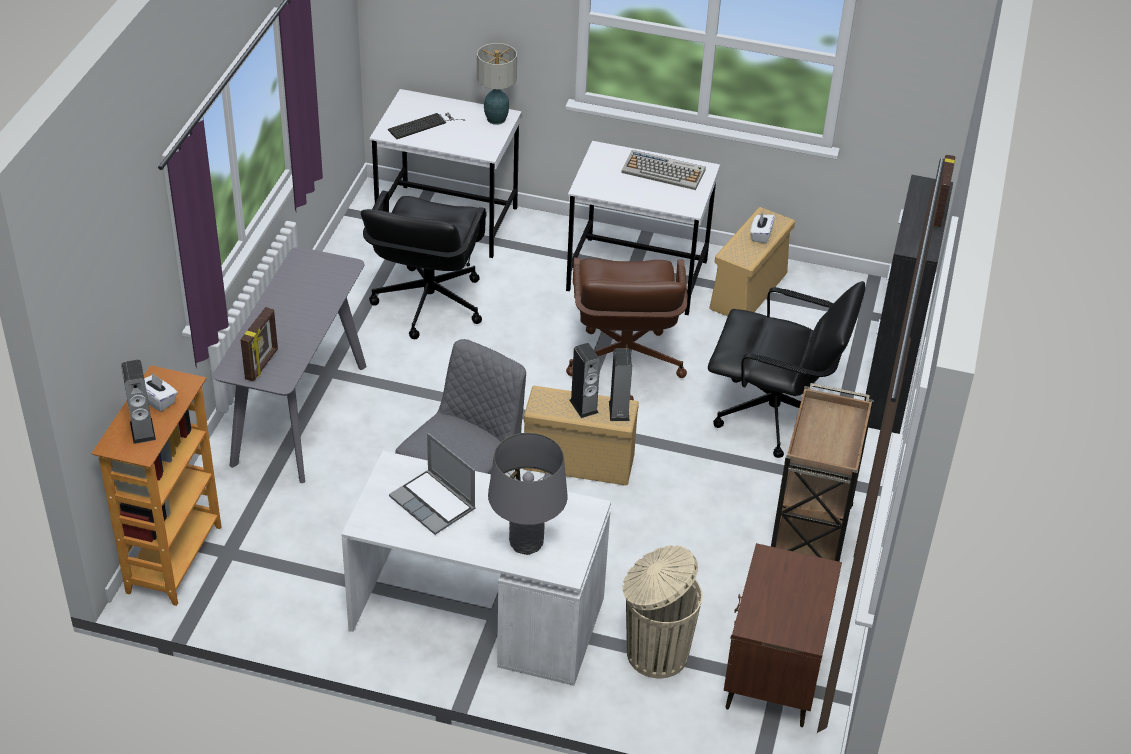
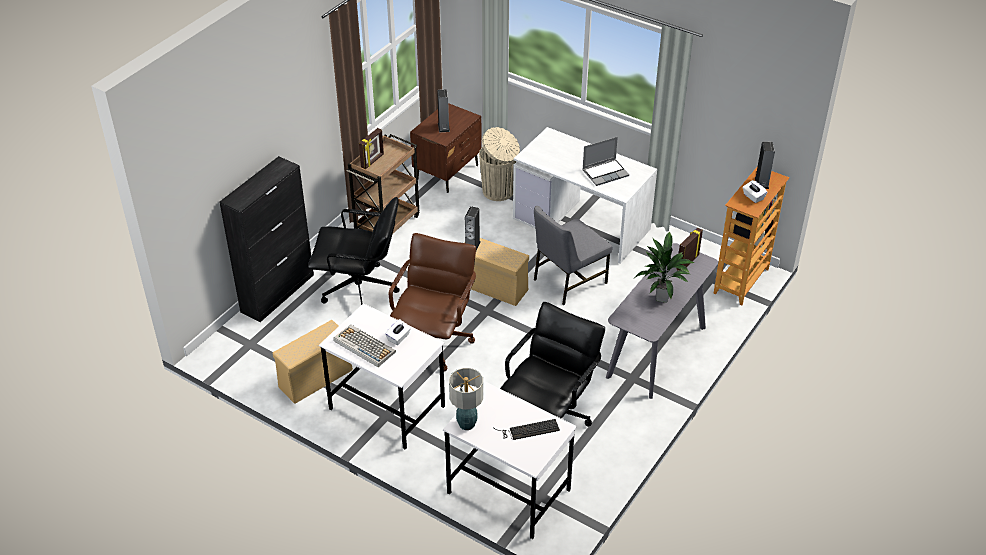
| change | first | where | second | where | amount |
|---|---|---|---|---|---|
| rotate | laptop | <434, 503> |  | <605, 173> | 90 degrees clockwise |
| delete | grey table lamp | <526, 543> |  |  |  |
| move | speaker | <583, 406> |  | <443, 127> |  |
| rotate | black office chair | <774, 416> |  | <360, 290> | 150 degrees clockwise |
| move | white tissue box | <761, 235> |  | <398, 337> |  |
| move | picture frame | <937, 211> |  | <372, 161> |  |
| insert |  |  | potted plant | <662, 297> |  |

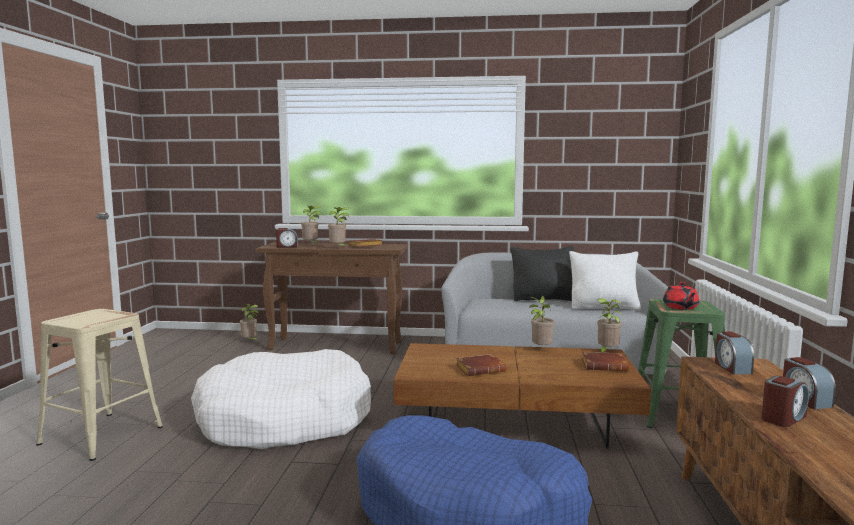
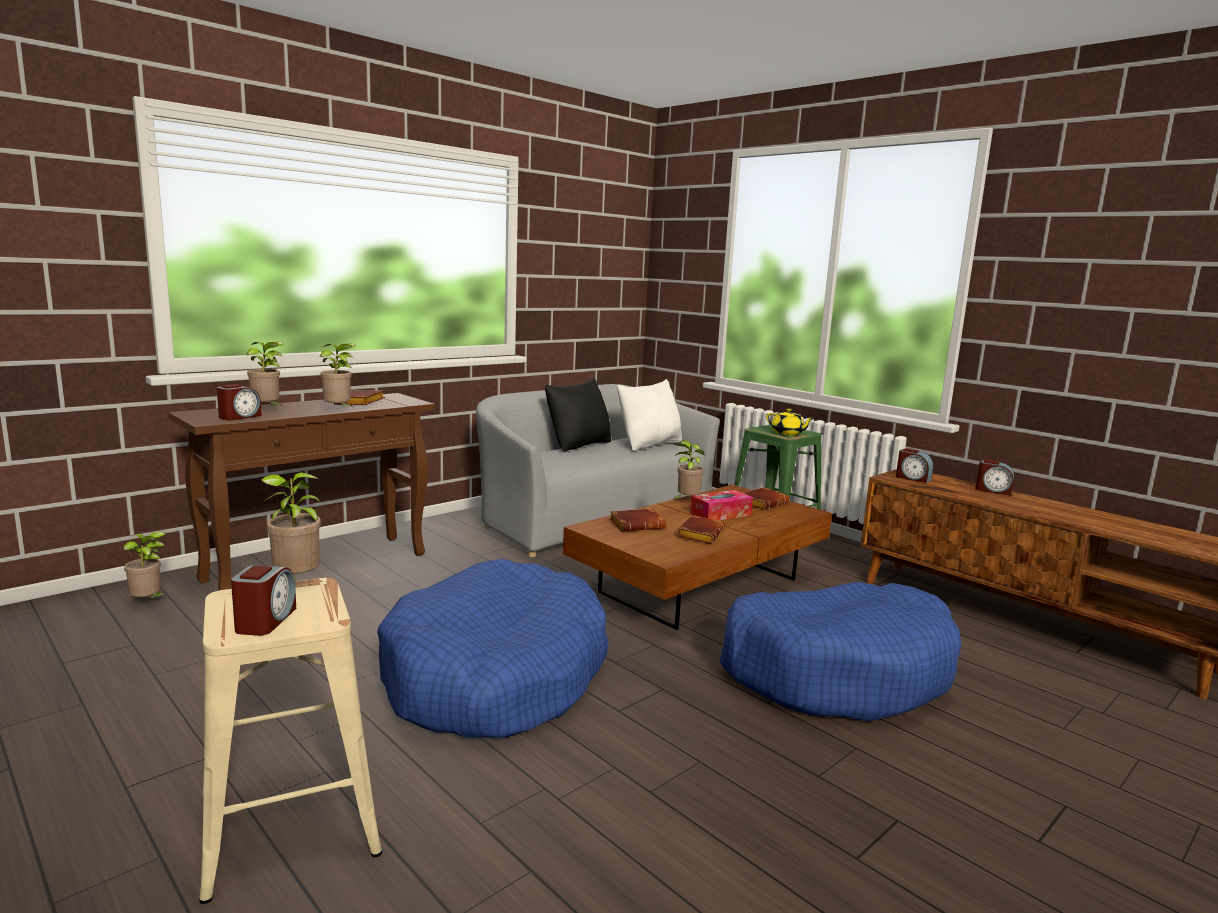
| change | first | where | second | where | amount |
|---|---|---|---|---|---|
| recolor | white dog bed | <284, 419> | blue dog bed | <495, 676> |  |
| move | potted plant | <606, 352> |  | <295, 584> |  |
| recolor | red teapot | <680, 307> | yellow teapot | <787, 433> |  |
| move | alarm clock | <783, 418> |  | <265, 620> |  |
| insert |  |  | brown book | <638, 525> |  |
| insert |  |  | tissue box | <720, 514> |  |

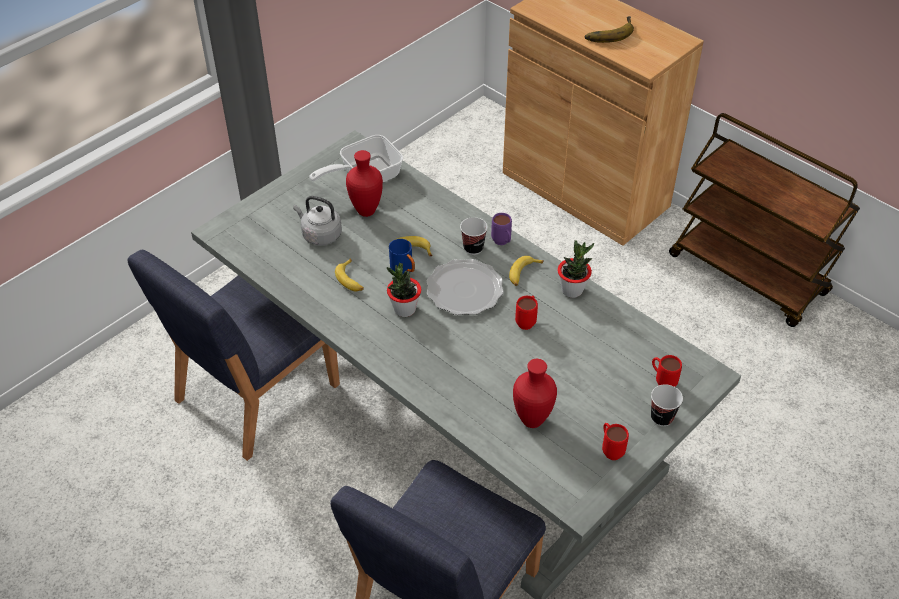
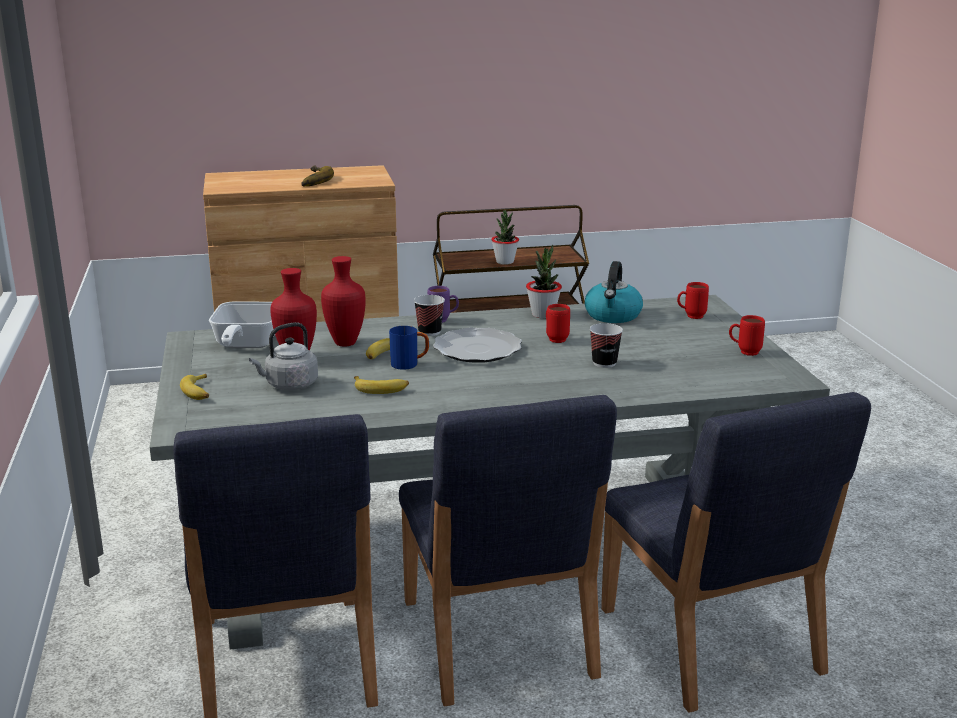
| change | first | where | second | where | amount |
|---|---|---|---|---|---|
| move | potted plant | <404, 309> |  | <505, 262> |  |
| move | banana | <523, 274> |  | <199, 392> |  |
| move | red vase | <533, 420> |  | <345, 342> |  |
| move | cup | <662, 417> |  | <604, 363> |  |
| insert |  |  | blue chair | <497, 640> |  |
| insert |  |  | kettle | <613, 316> |  |

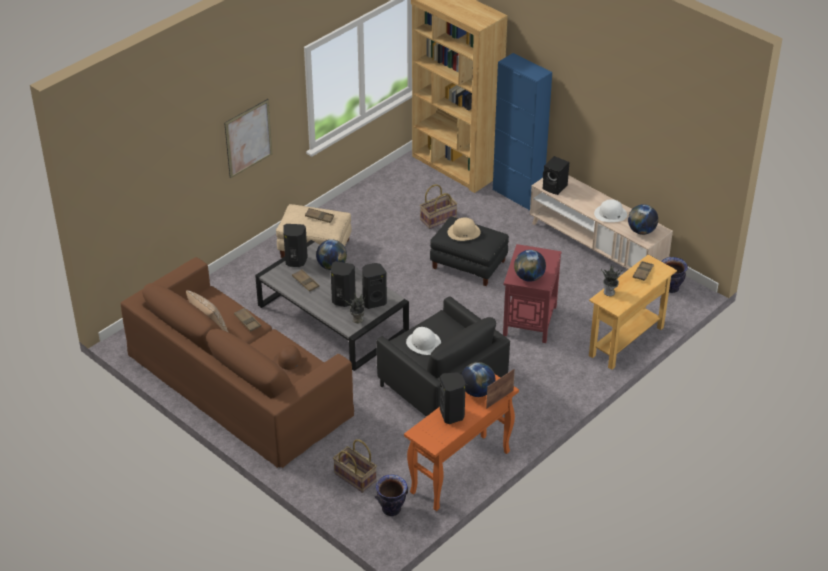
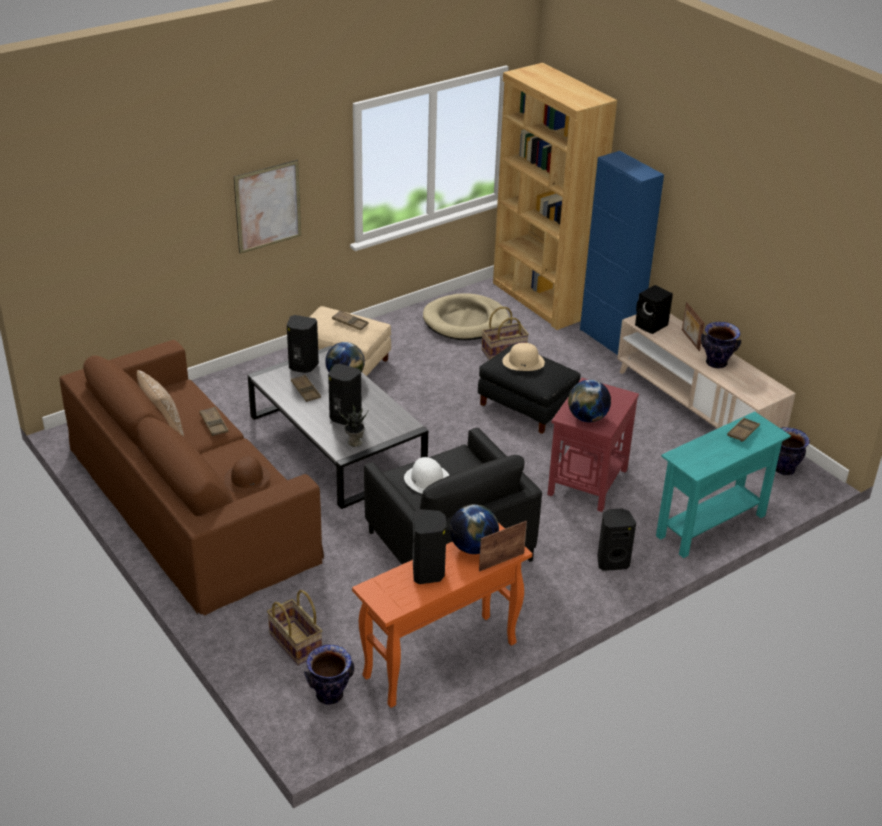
| change | first | where | second | where | amount |
|---|---|---|---|---|---|
| move | black speaker | <374, 301> |  | <612, 562> |  |
| recolor | beige console table | <626, 341> | turquoise console table | <711, 525> |  |
| replace | white hat | <610, 214> | vase | <716, 363> |  |
| delete | potted plant | <609, 292> |  |  |  |
| delete | globe | <641, 231> |  |  |  |
| insert |  |  | beige dog bed | <465, 321> |  |
| insert |  |  | picture frame | <690, 340> |  |

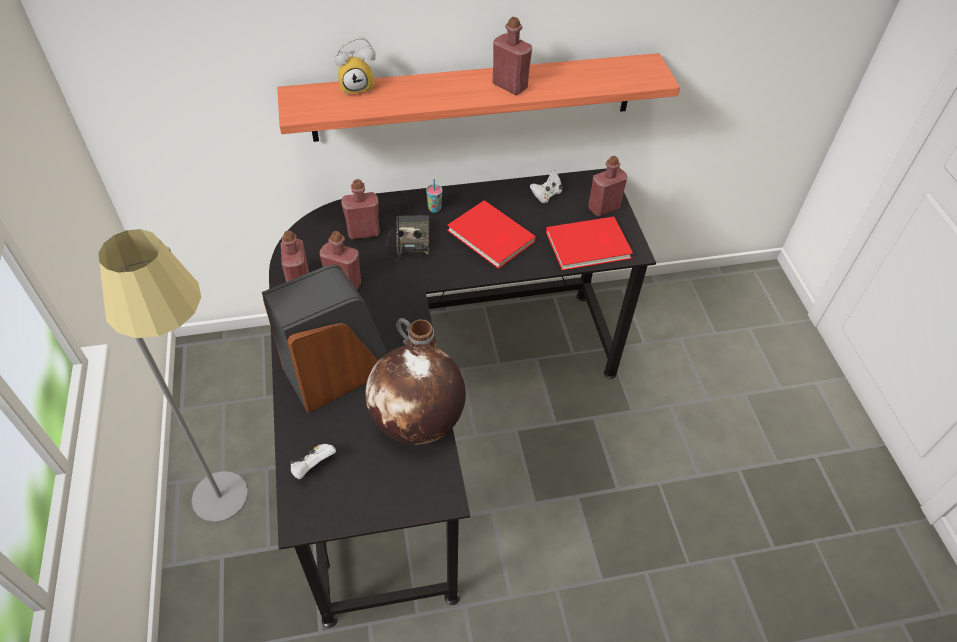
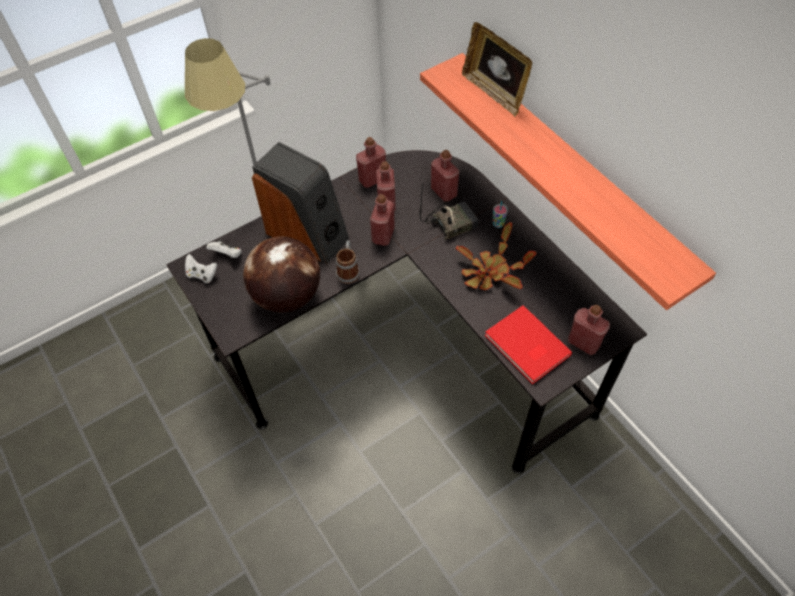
| change | first | where | second | where | amount |
|---|---|---|---|---|---|
| replace | alarm clock | <358, 87> | picture frame | <494, 92> |  |
| replace | red book | <490, 237> | potted plant | <490, 272> |  |
| move | red bottle | <509, 86> |  | <383, 235> |  |
| move | white game controller | <546, 195> |  | <202, 275> |  |

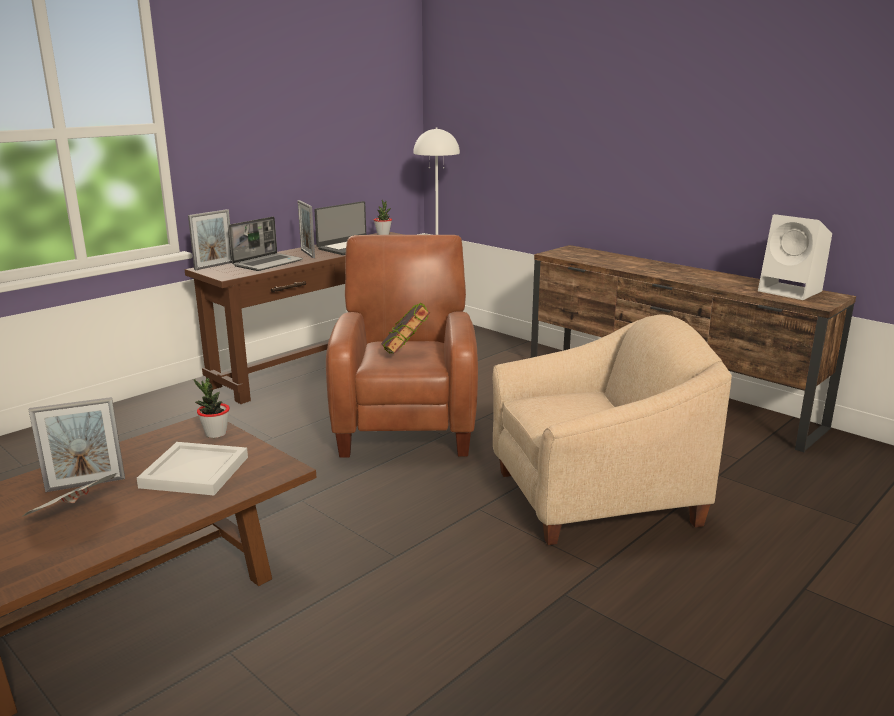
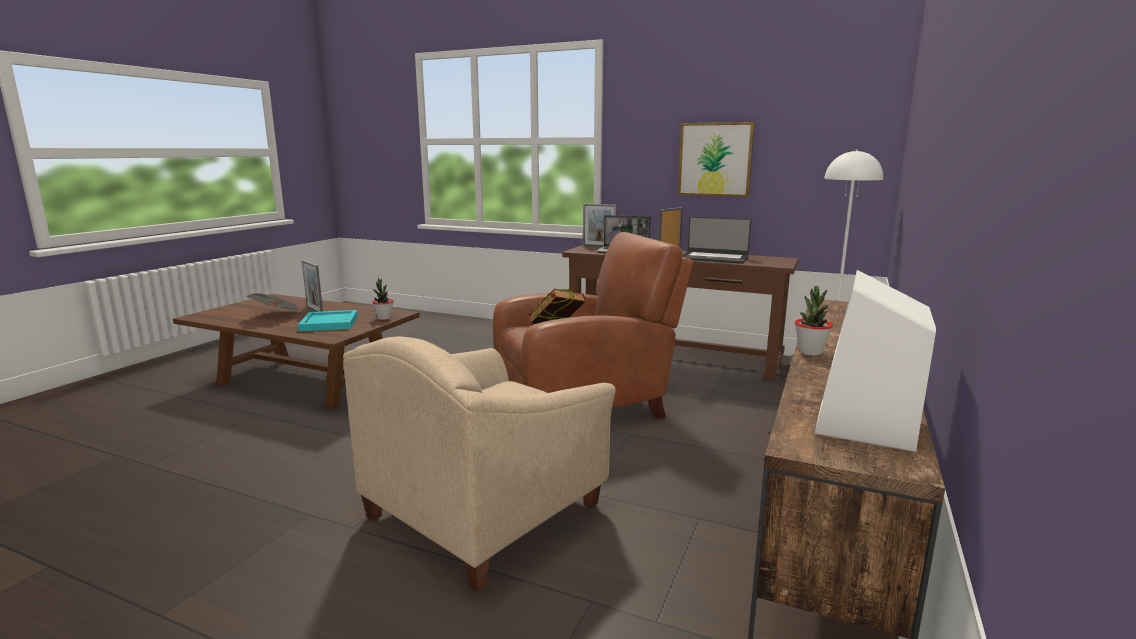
| change | first | where | second | where | amount |
|---|---|---|---|---|---|
| recolor | white tray | <194, 471> | turquoise tray | <330, 323> |  |
| move | potted plant | <383, 235> |  | <810, 352> |  |
| rotate | beige armchair | <594, 497> |  | <486, 512> | 75 degrees clockwise |
| insert |  |  | picture | <715, 159> |  |

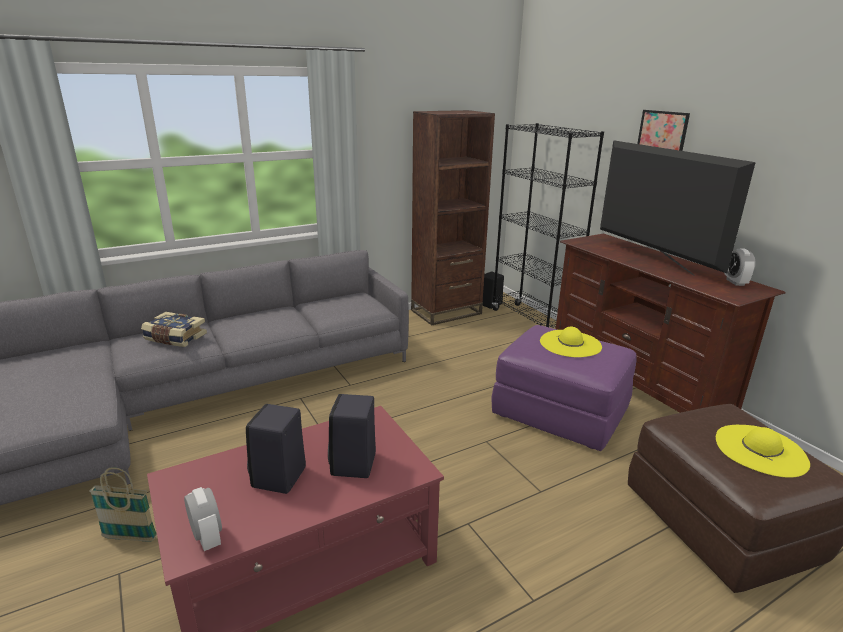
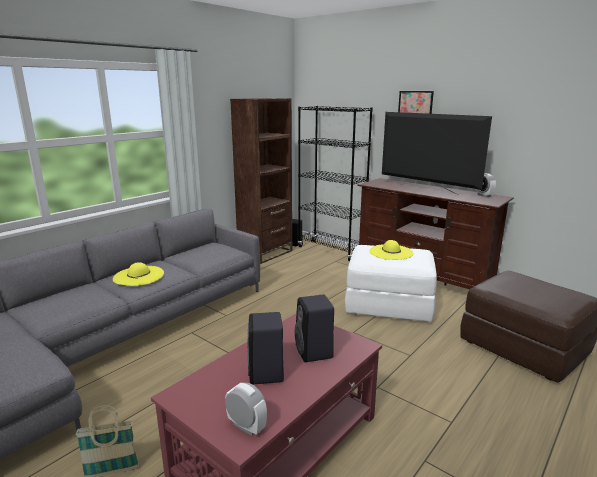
| change | first | where | second | where | amount |
|---|---|---|---|---|---|
| delete | book | <175, 338> |  |  |  |
| recolor | purple ottoman | <561, 413> | white ottoman | <389, 304> |  |
| move | yellow hat | <760, 449> |  | <138, 276> |  |

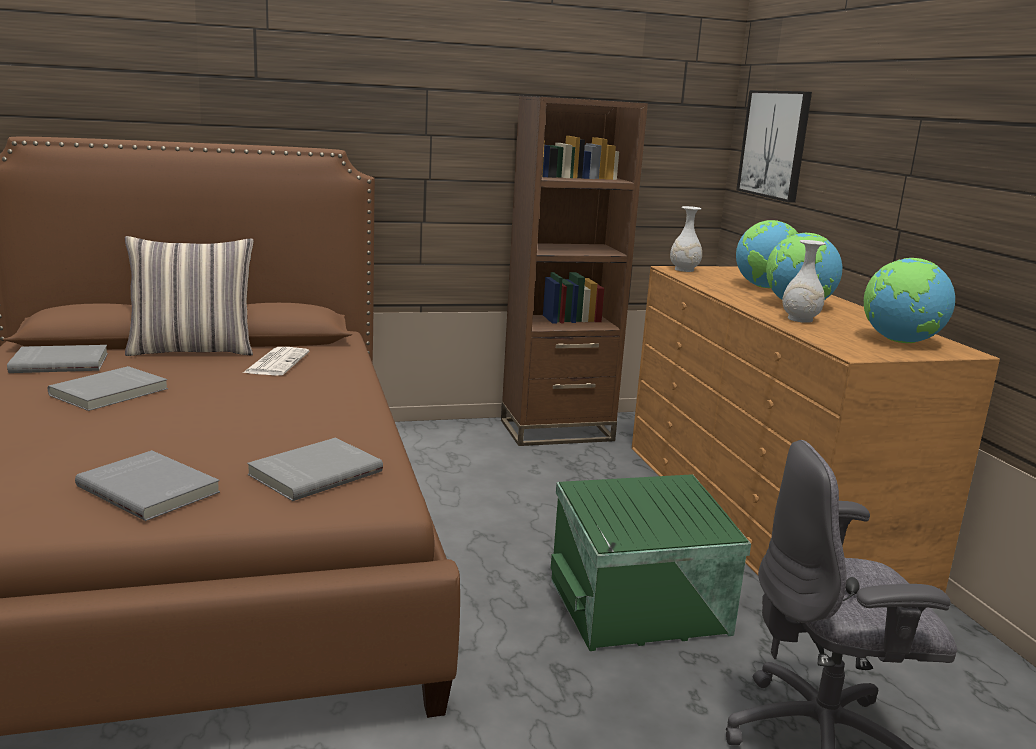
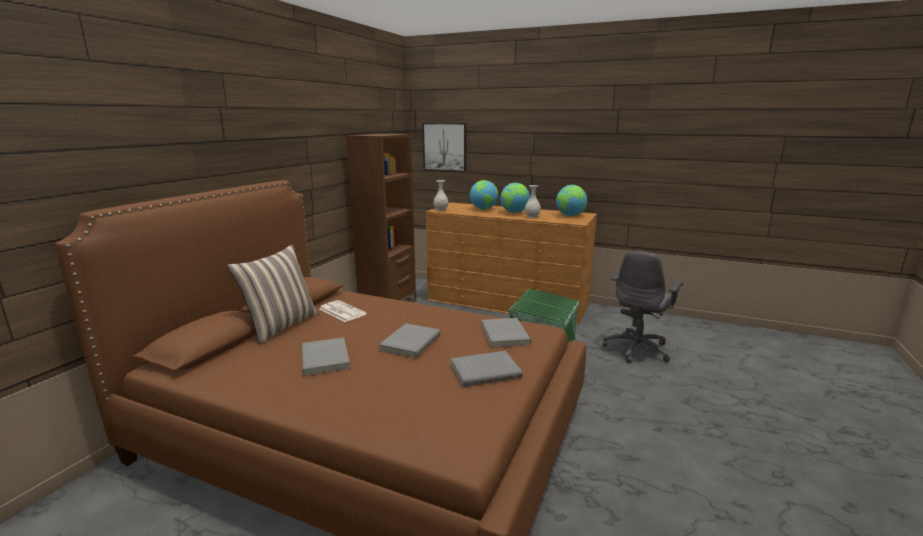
| change | first | where | second | where | amount |
|---|---|---|---|---|---|
| move | grey book | <60, 362> |  | <409, 342> |  |

